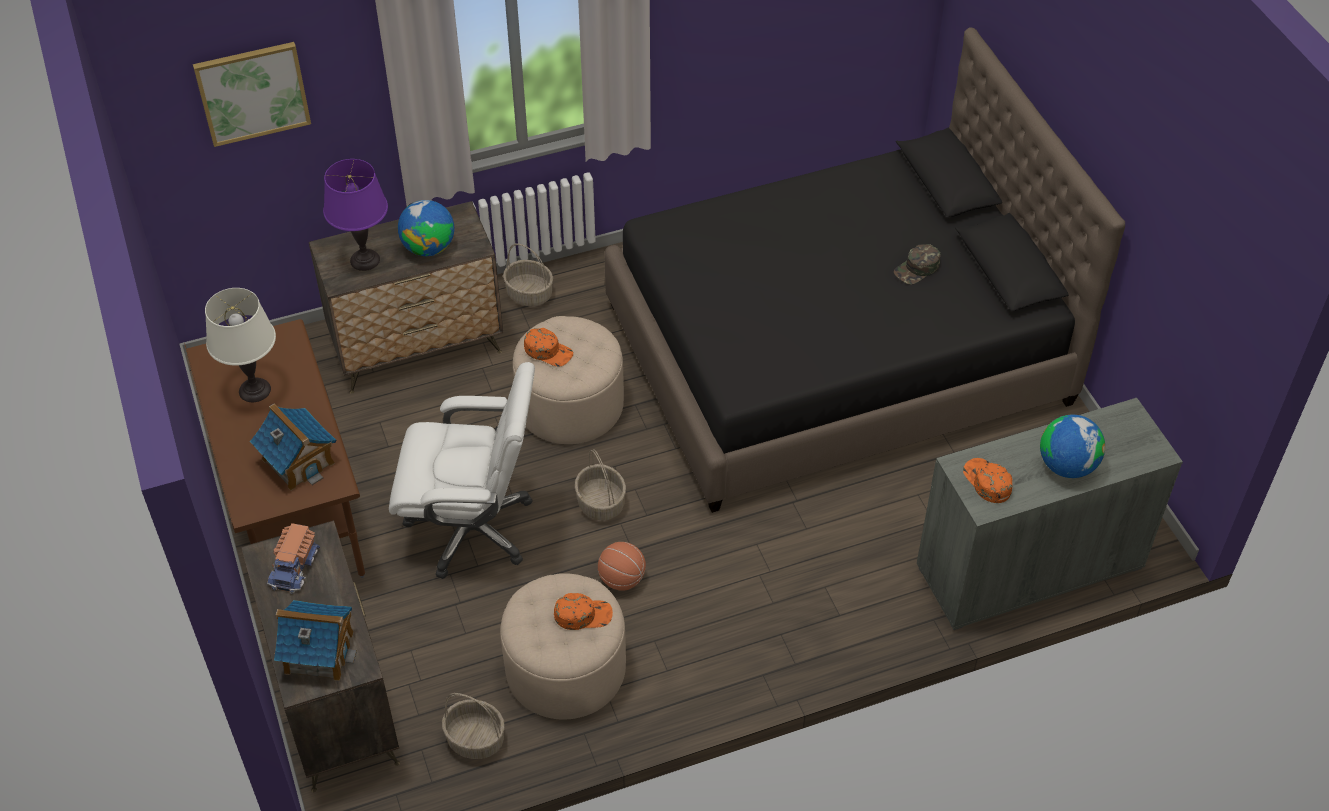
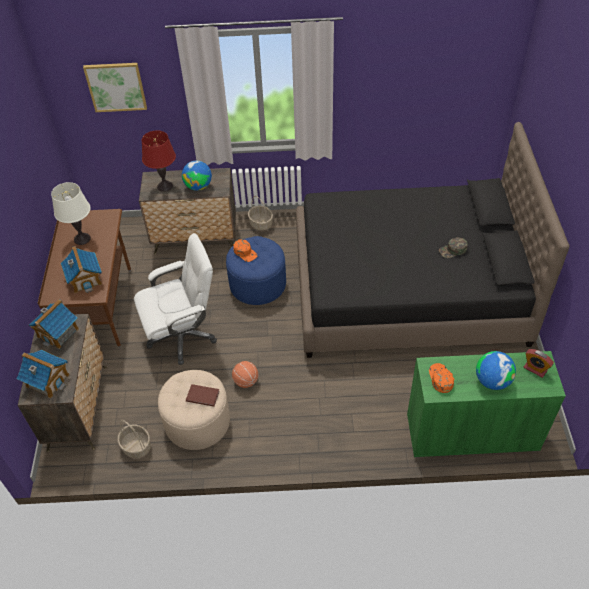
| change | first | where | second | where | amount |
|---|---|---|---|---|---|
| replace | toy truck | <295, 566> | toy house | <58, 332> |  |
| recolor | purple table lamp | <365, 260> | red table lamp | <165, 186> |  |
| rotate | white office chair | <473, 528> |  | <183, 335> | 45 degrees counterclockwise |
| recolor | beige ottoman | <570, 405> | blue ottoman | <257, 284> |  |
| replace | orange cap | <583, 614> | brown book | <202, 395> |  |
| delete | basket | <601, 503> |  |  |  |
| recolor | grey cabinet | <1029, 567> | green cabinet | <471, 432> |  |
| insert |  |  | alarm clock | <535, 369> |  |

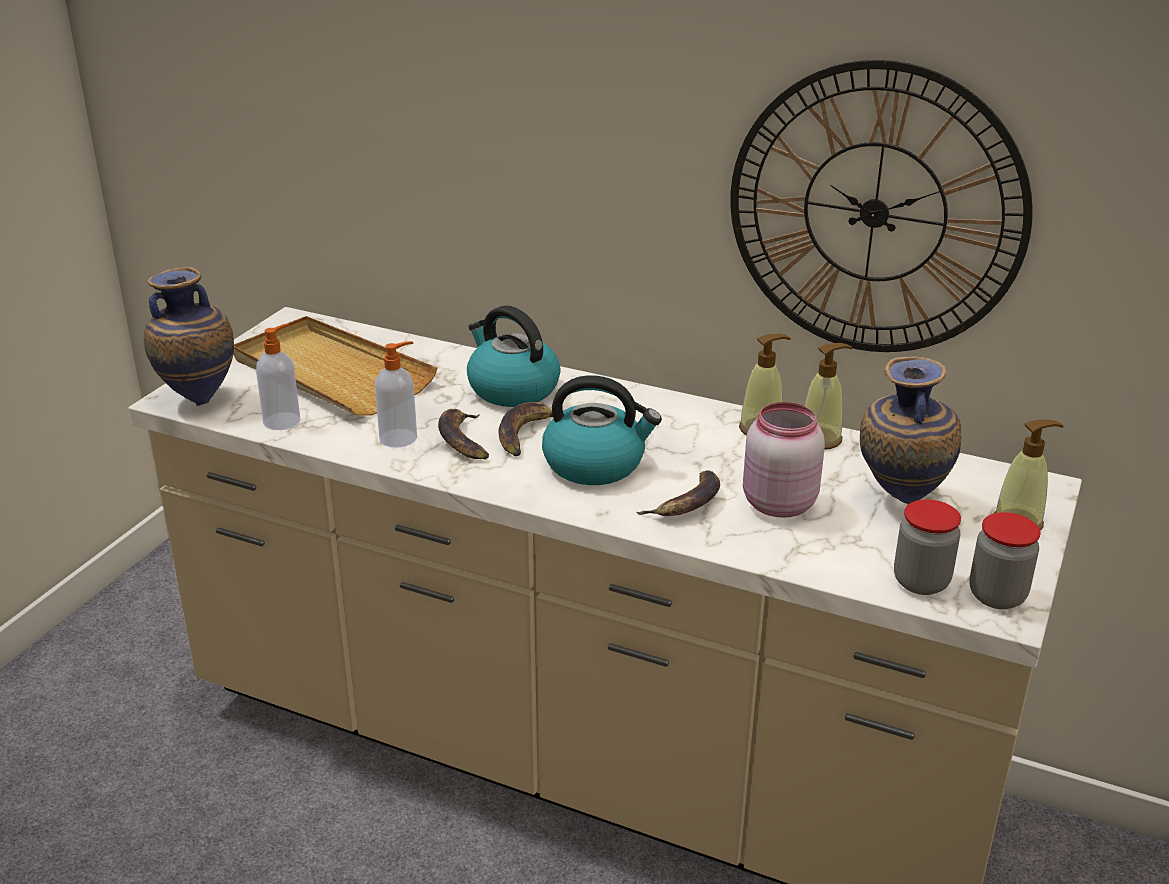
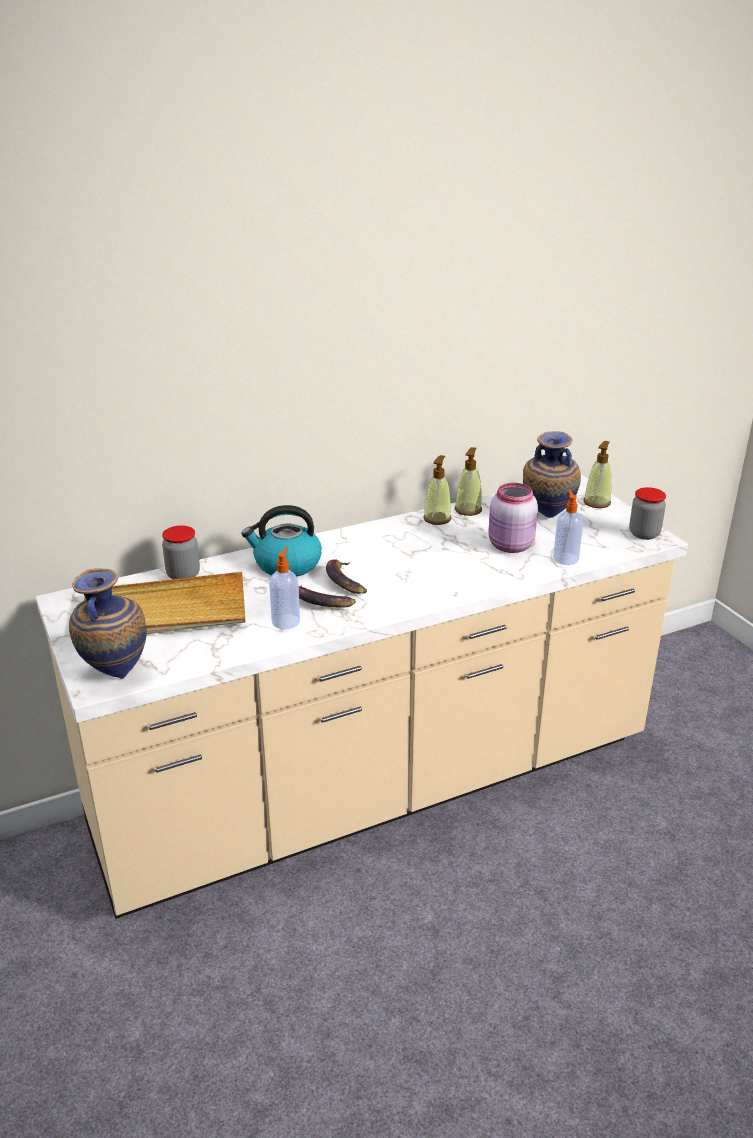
| change | first | where | second | where | amount |
|---|---|---|---|---|---|
| move | soap dispenser | <283, 421> |  | <565, 558> |  |
| delete | kettle | <596, 464> |  |  |  |
| delete | banana | <687, 503> |  |  |  |
| delete | wall clock | <874, 212> |  |  |  |
| move | jar | <921, 582> |  | <183, 575> |  |

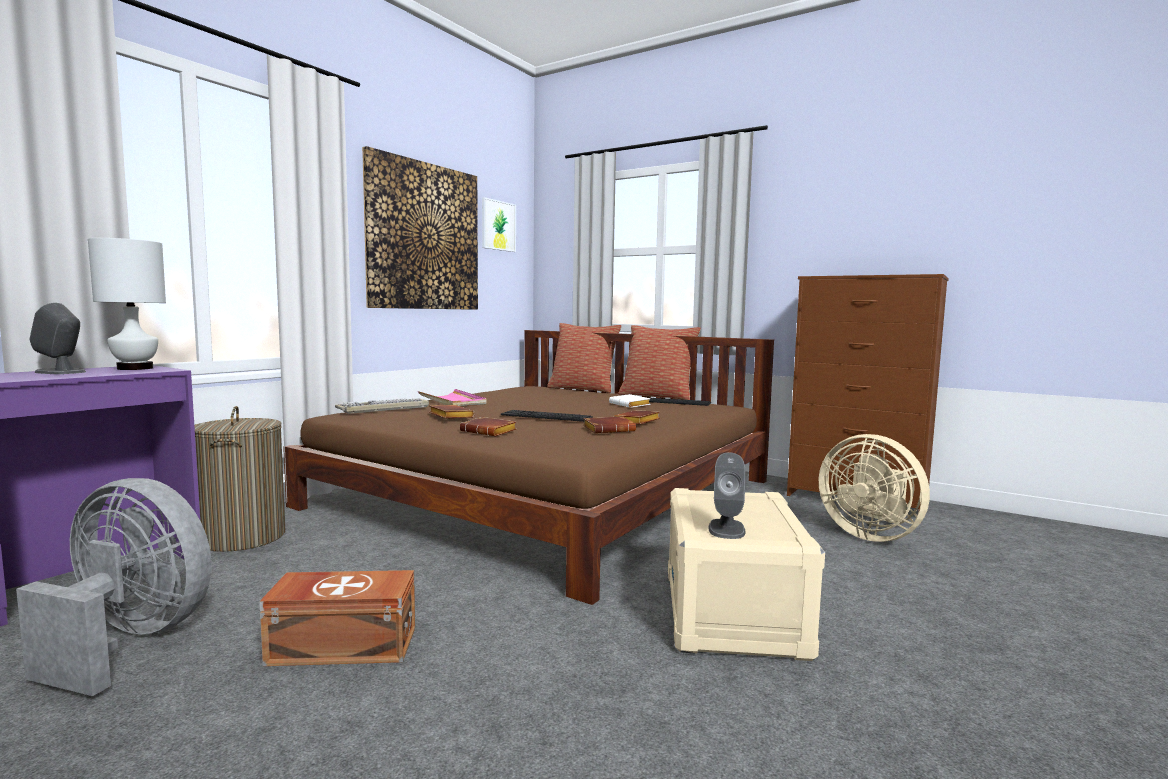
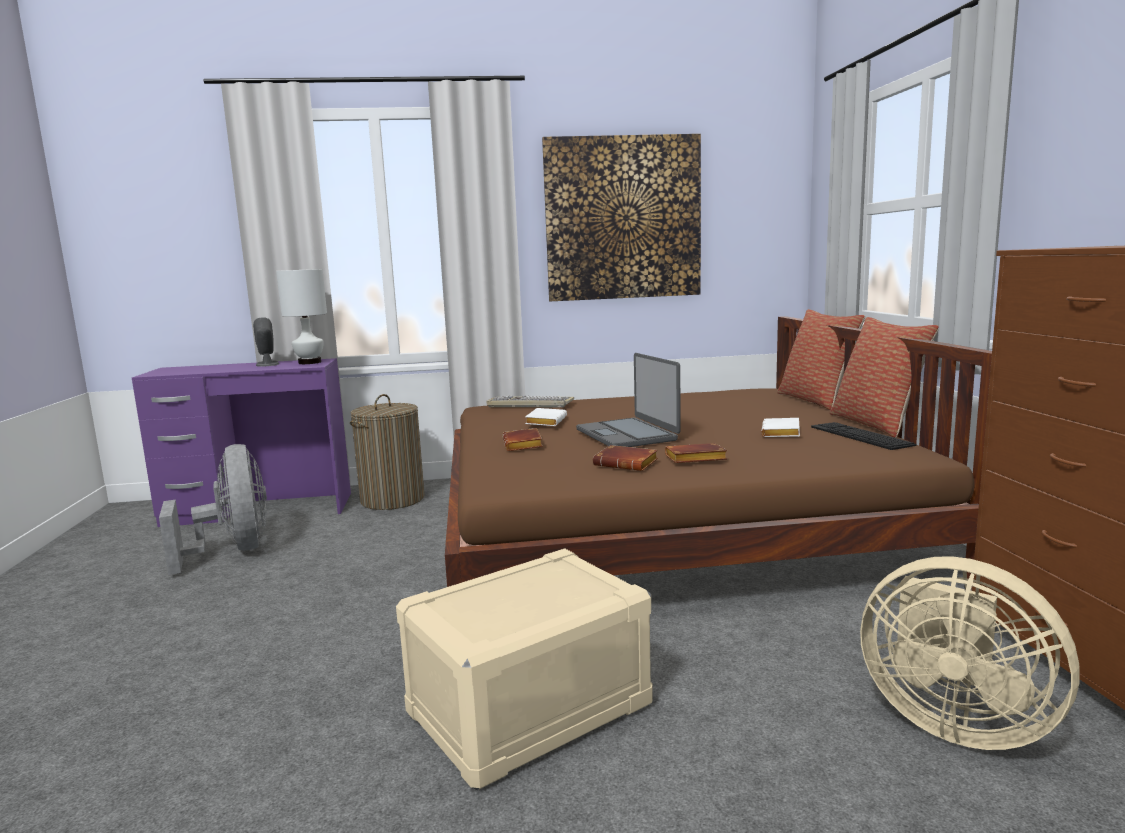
| change | first | where | second | where | amount |
|---|---|---|---|---|---|
| delete | brown storage box | <342, 645> |  |  |  |
| delete | pink tray | <452, 401> |  |  |  |
| recolor | brown book | <449, 416> | white book | <545, 421> |  |
| delete | picture | <498, 225> |  |  |  |
| replace | keyboard | <546, 416> | laptop | <627, 435> |  |
| delete | grey speaker | <726, 529> |  |  |  |
| rotate | beige fan | <870, 535> |  | <952, 721> | 60 degrees counterclockwise |

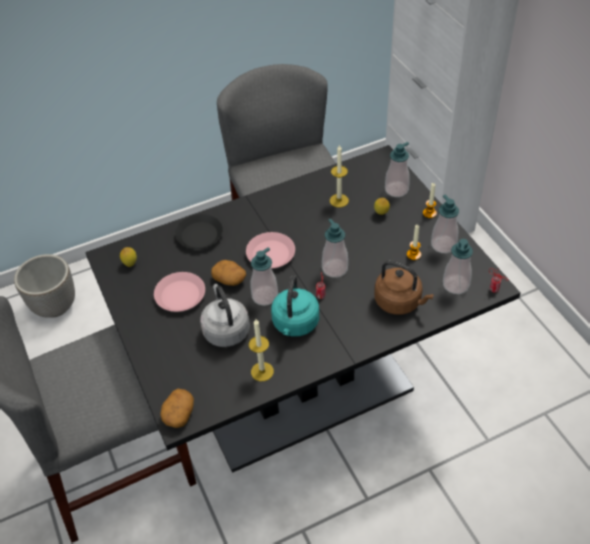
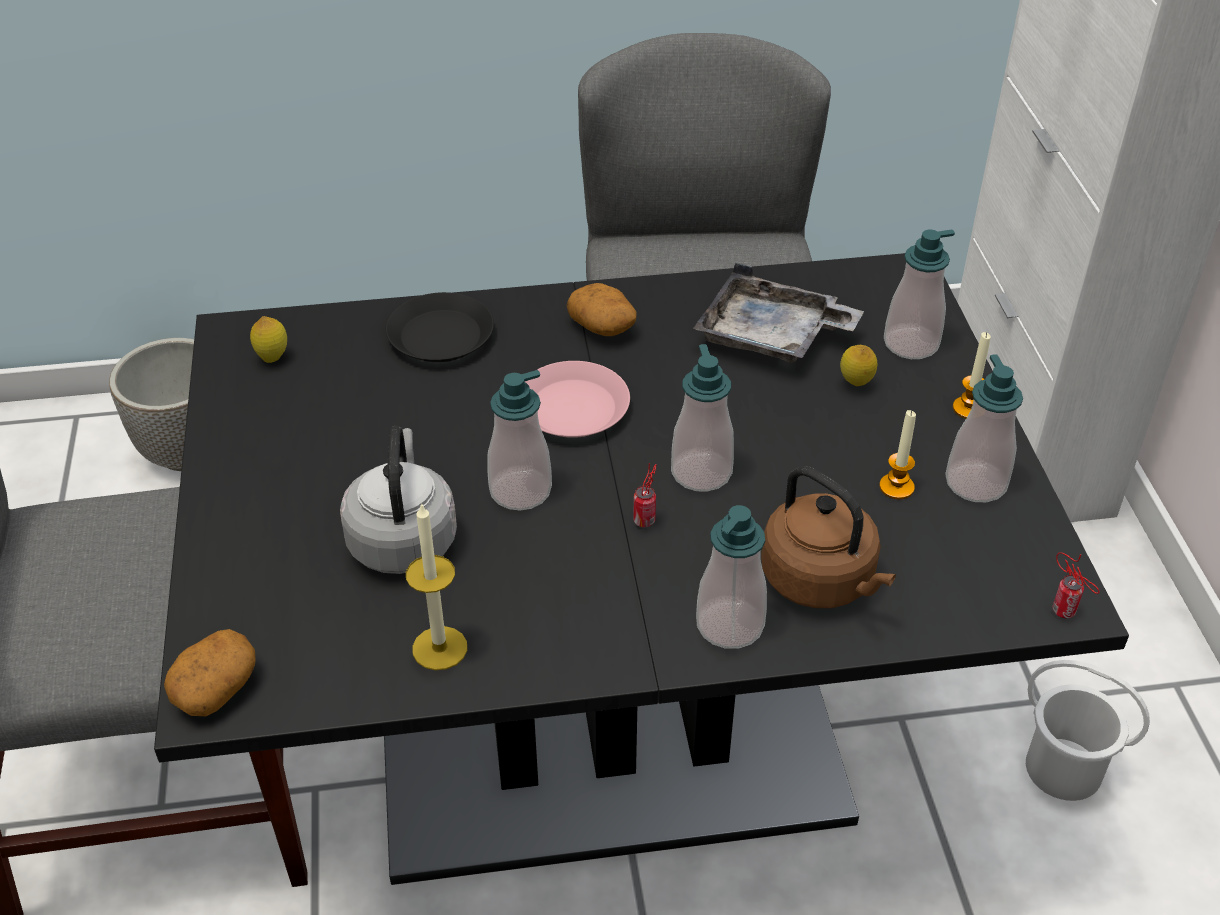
| change | first | where | second | where | amount |
|---|---|---|---|---|---|
| delete | pink plate | <180, 295> |  |  |  |
| move | potato | <230, 279> |  | <603, 326> |  |
| delete | turquoise kettle | <295, 324> |  |  |  |
| replace | candle | <339, 200> | grey tray | <771, 336> |  |
| move | soap dispenser | <455, 285> |  | <729, 625> |  |
| insert |  |  | white bucket | <1063, 767> |  |

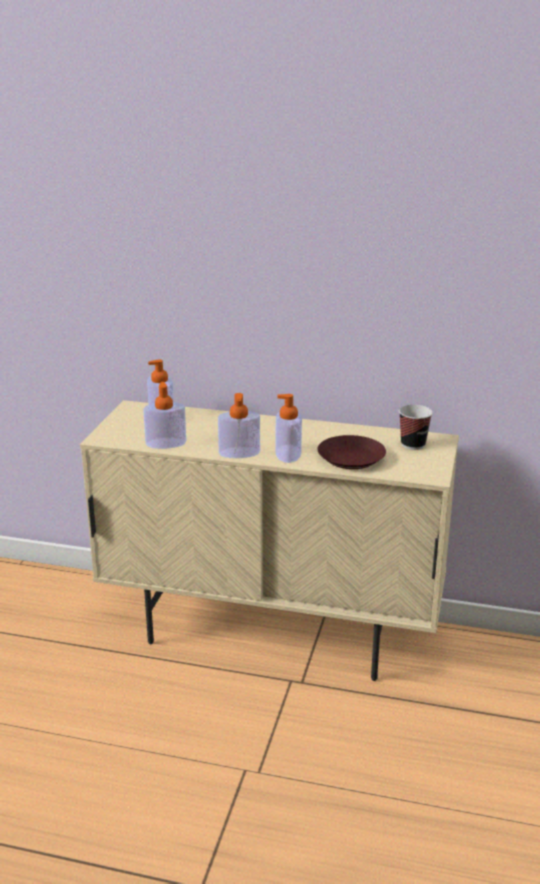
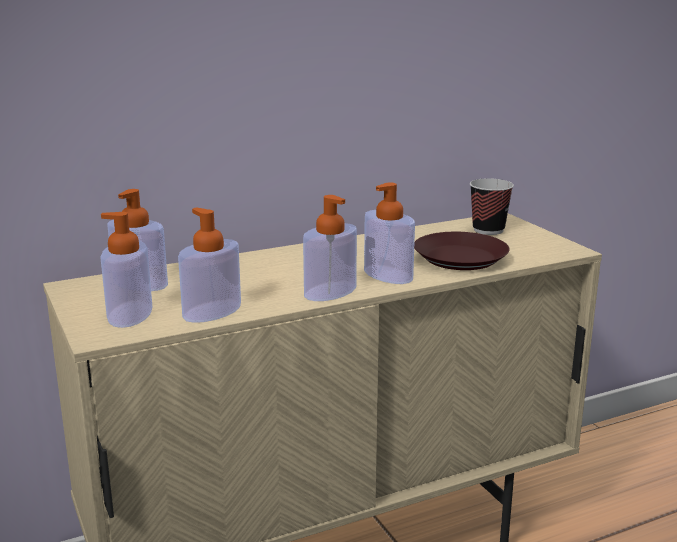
| change | first | where | second | where | amount |
|---|---|---|---|---|---|
| insert |  |  | soap dispenser | <130, 314> |  |

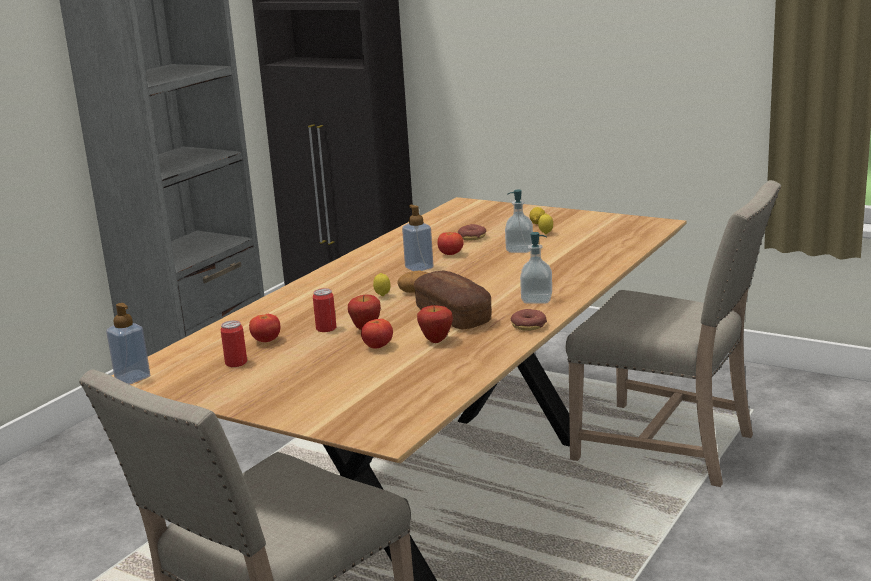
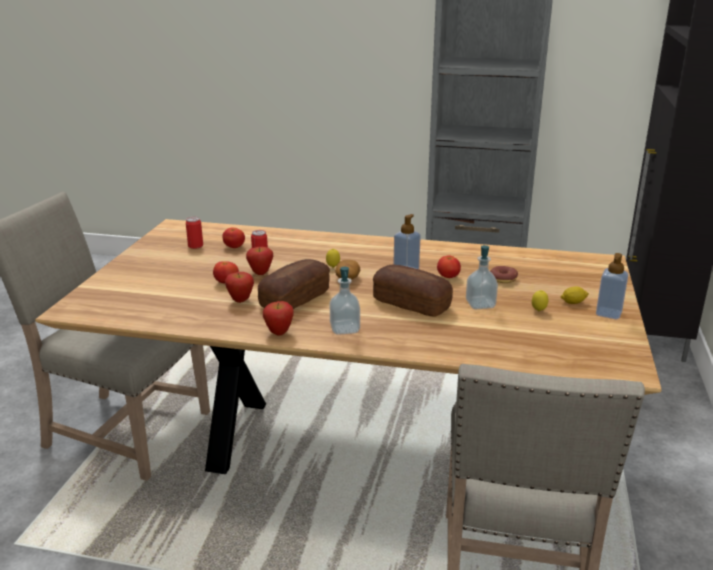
| change | first | where | second | where | amount |
|---|---|---|---|---|---|
| move | soap dispenser | <132, 378> |  | <608, 313> |  |
| replace | donut | <528, 326> | apple | <279, 333> |  |
| insert |  |  | bread | <411, 304> |  |

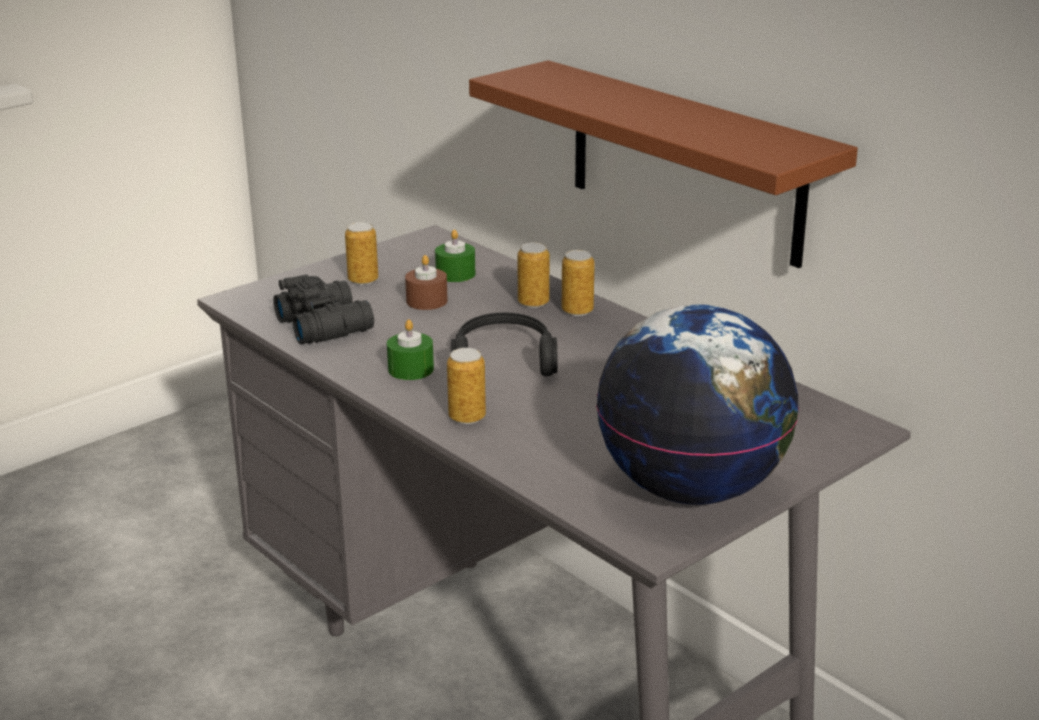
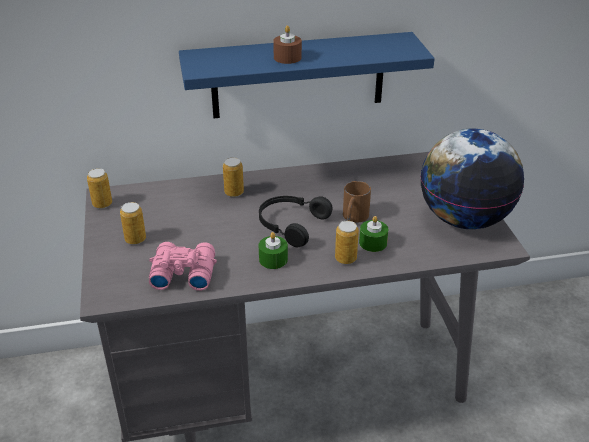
| change | first | where | second | where | amount |
|---|---|---|---|---|---|
| recolor | black binoculars | <325, 324> | pink binoculars | <182, 272> |  |
| move | brown candle | <427, 301> |  | <287, 57> |  |
| move | green candle | <455, 274> |  | <373, 243> |  |
| recolor | brown shelf | <684, 162> | blue shelf | <298, 75> |  |
| move | can | <577, 311> |  | <102, 204> |  |
| insert |  |  | brown mug | <354, 217> |  |

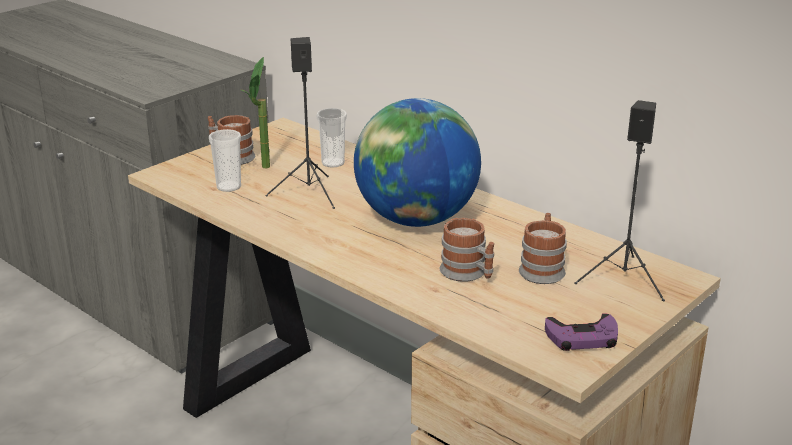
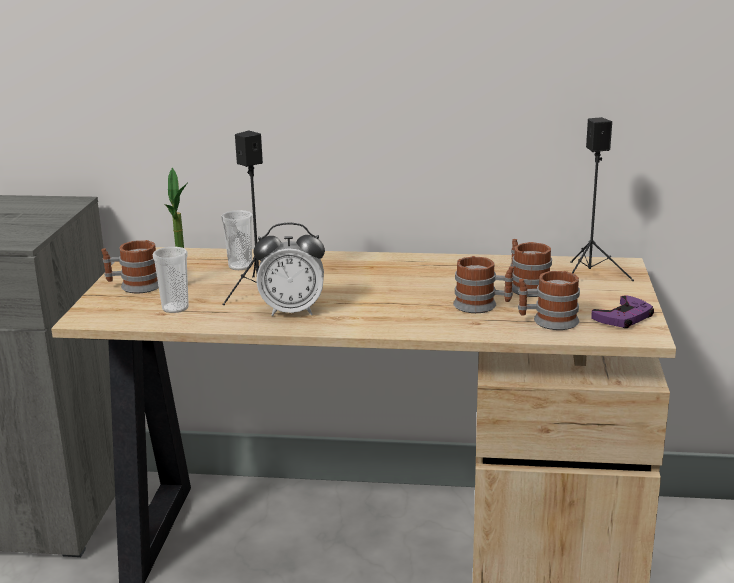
| change | first | where | second | where | amount |
|---|---|---|---|---|---|
| delete | globe | <416, 219> |  |  |  |
| insert |  |  | alarm clock | <292, 311> |  |
| insert |  |  | mug | <548, 321> |  |

